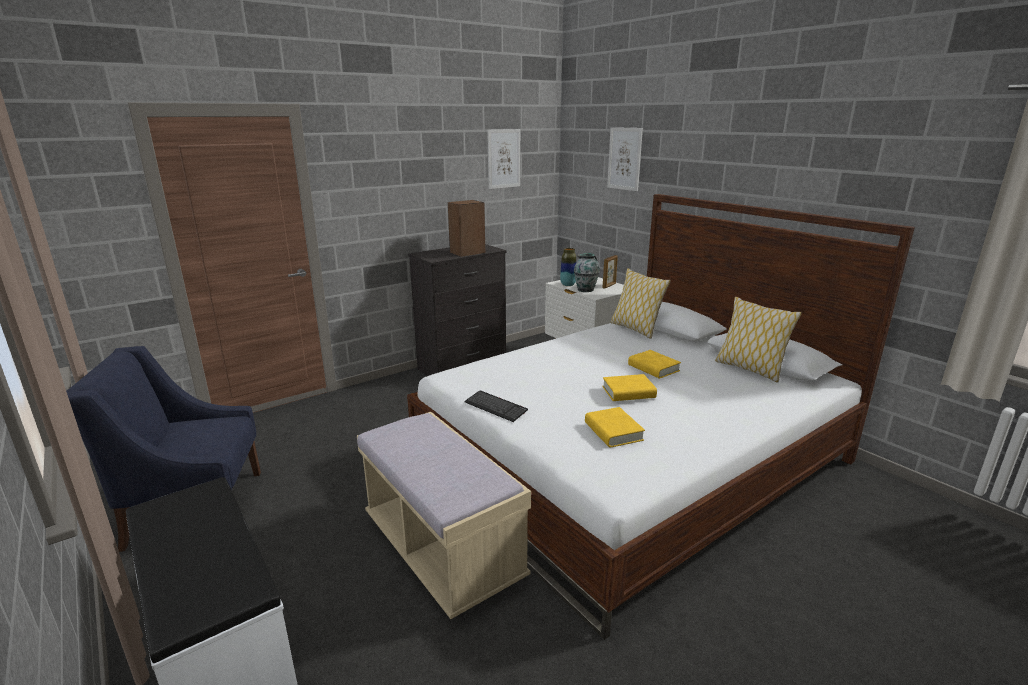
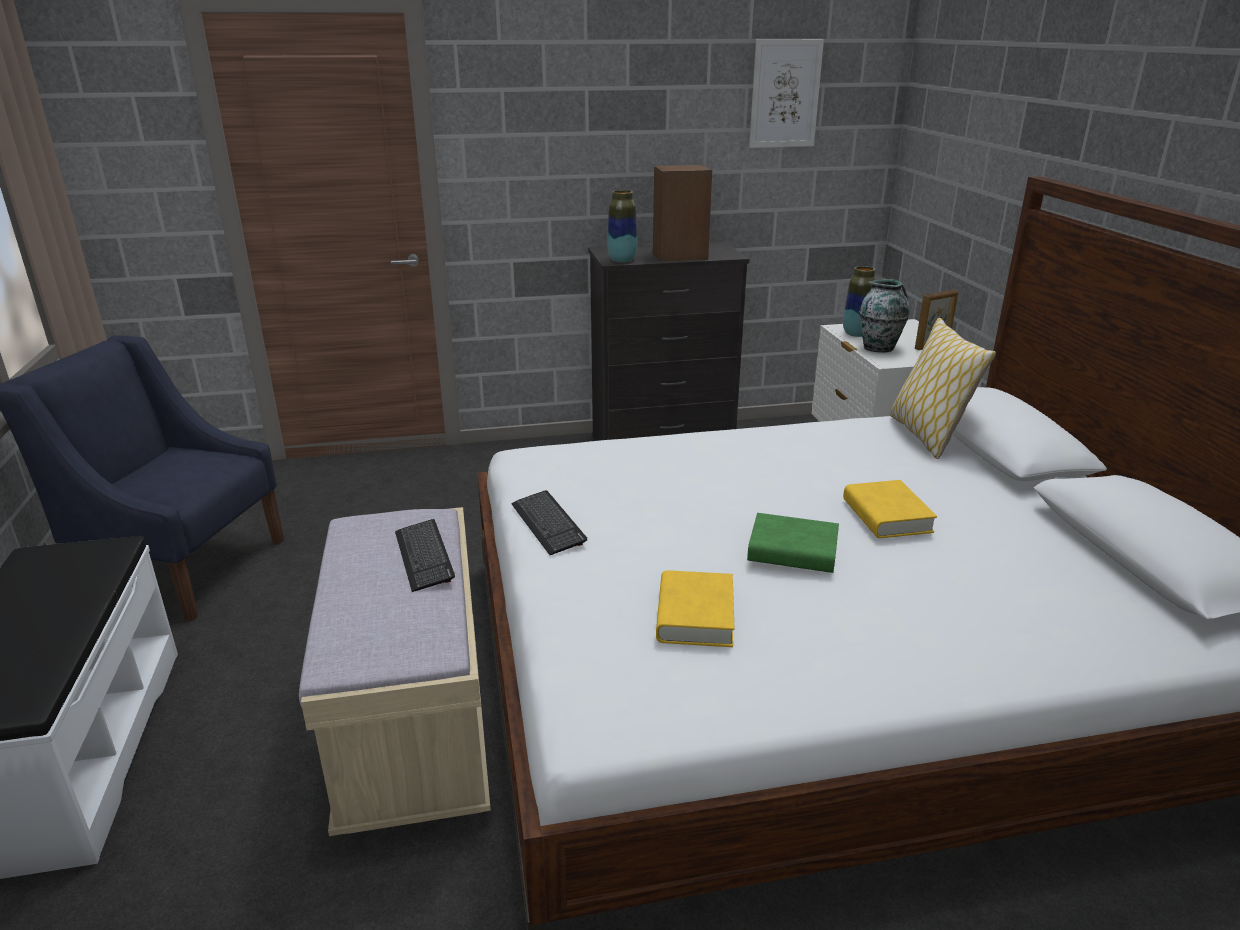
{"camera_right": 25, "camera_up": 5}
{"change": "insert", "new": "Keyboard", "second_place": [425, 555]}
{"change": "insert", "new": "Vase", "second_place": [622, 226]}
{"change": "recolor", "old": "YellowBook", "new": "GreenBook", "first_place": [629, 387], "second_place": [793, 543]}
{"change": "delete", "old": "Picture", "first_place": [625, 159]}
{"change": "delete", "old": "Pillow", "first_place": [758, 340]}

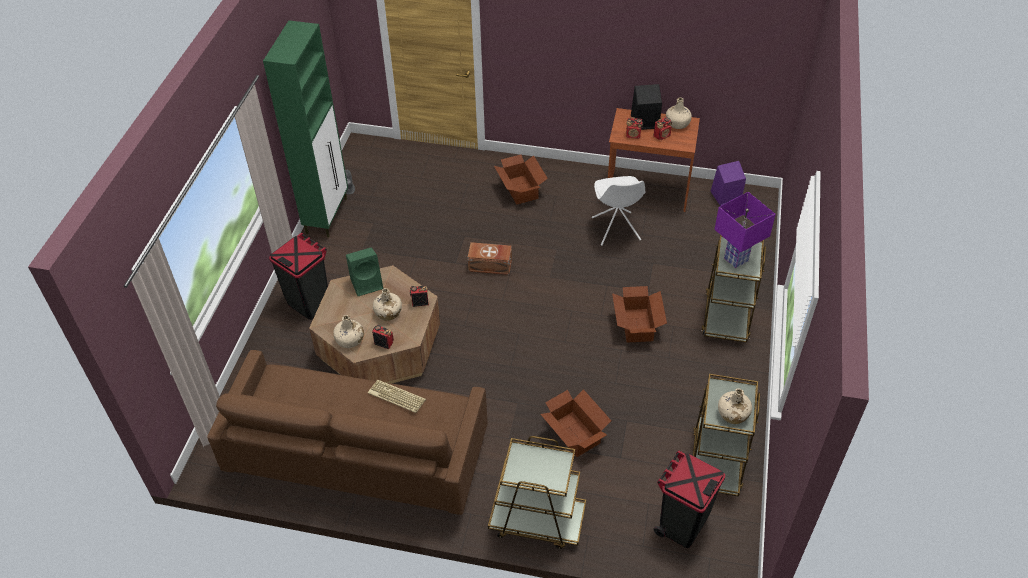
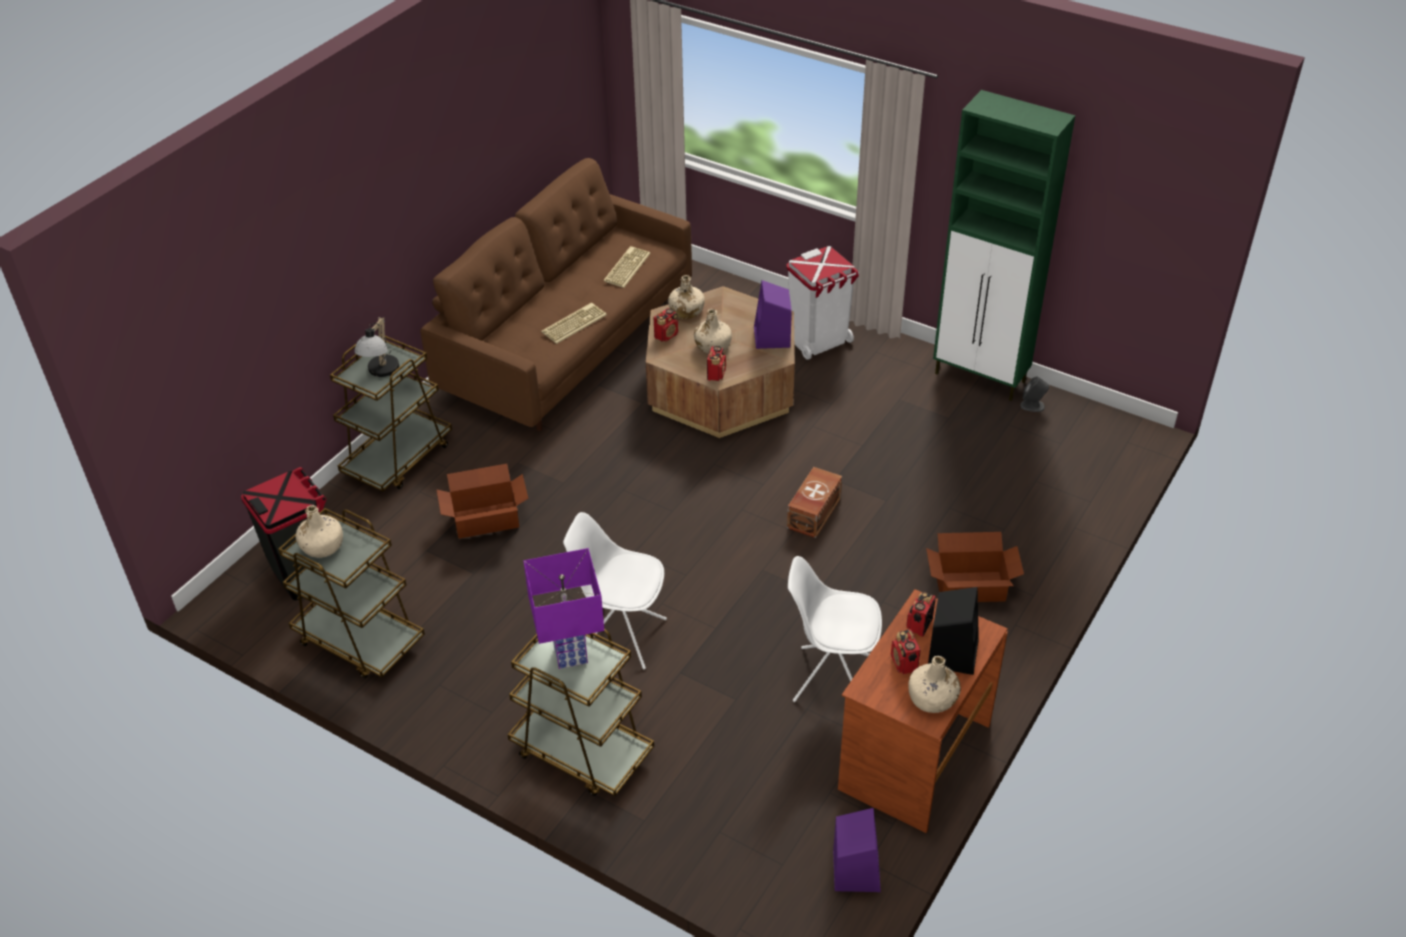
{"camera_right": 110, "camera_up": -5}
{"change": "insert", "new": "TableLamp", "second_place": [377, 347]}
{"change": "replace", "old": "CardboardBox", "new": "WhiteChair", "first_place": [639, 314], "second_place": [615, 591]}
{"change": "insert", "new": "Keyboard", "second_place": [626, 267]}
{"change": "recolor", "old": "GreenSpeaker", "new": "PurpleSpeaker", "first_place": [364, 271], "second_place": [773, 314]}
{"change": "recolor", "old": "BlackTrashCan", "new": "WhiteTrashCan", "first_place": [298, 276], "second_place": [822, 303]}

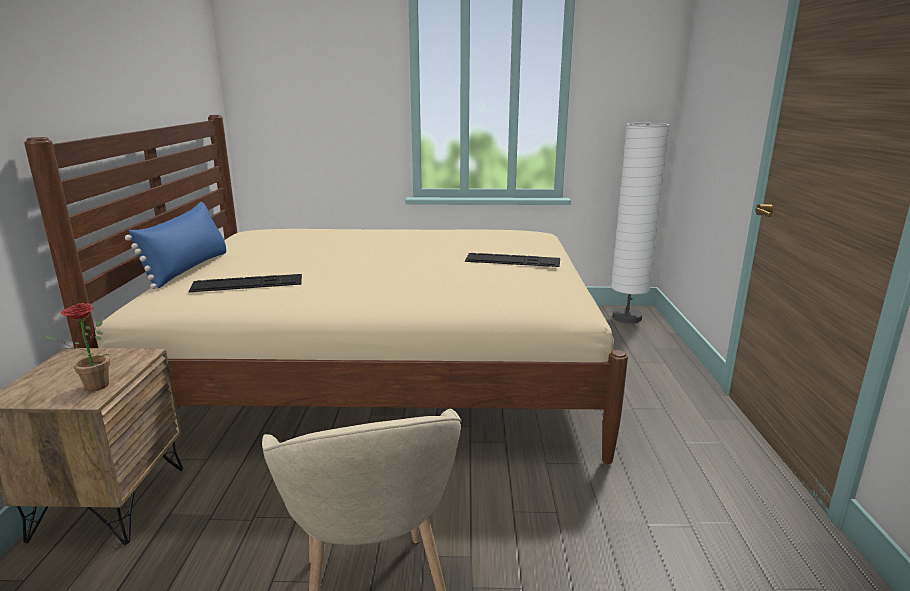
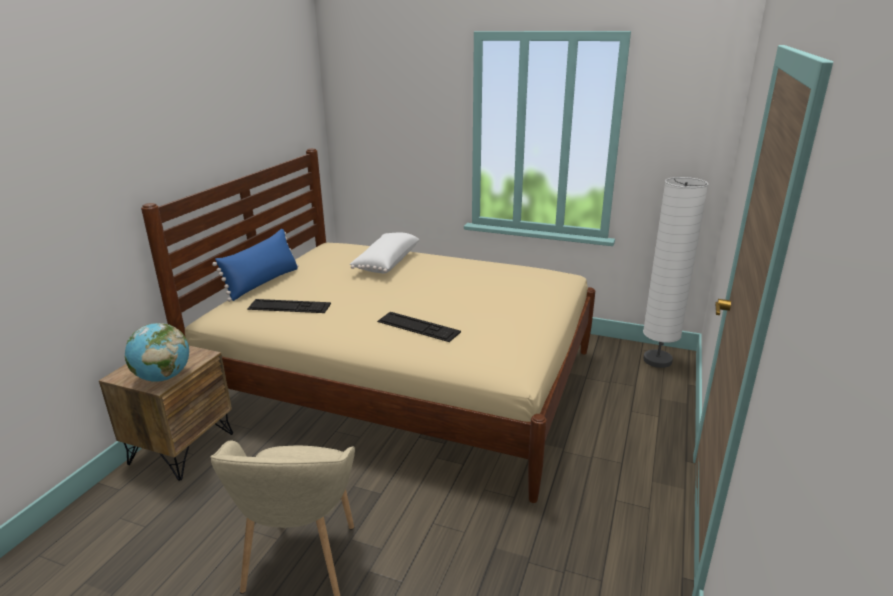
{"camera_right": 20, "camera_up": 5}
{"change": "replace", "old": "PottedPlant", "new": "Globe", "first_place": [76, 347], "second_place": [157, 352]}
{"change": "insert", "new": "WhitePillow", "second_place": [384, 253]}
{"change": "move", "old": "Keyboard", "first_place": [512, 260], "second_place": [419, 327]}

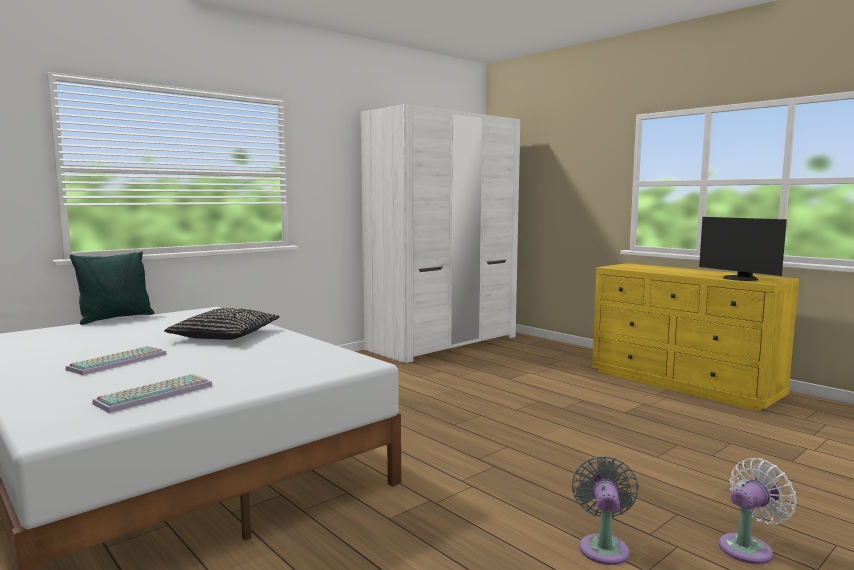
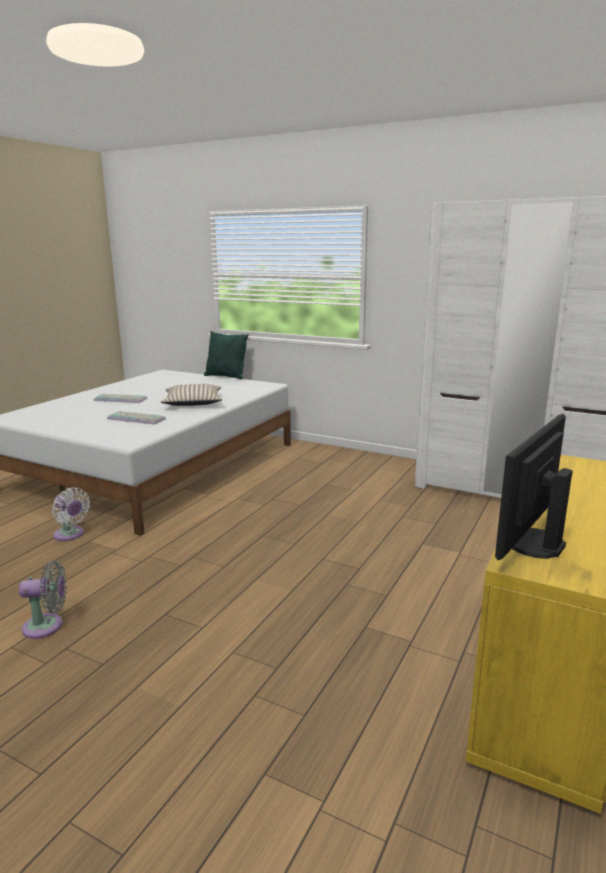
{"camera_right": 70, "camera_up": 10}
{"change": "move", "old": "WhiteFan", "first_place": [758, 511], "second_place": [71, 514]}
{"change": "move", "old": "Keyboard", "first_place": [152, 393], "second_place": [136, 418]}
{"change": "recolor", "old": "BlackPillow", "new": "BeigePillow", "first_place": [222, 324], "second_place": [191, 395]}

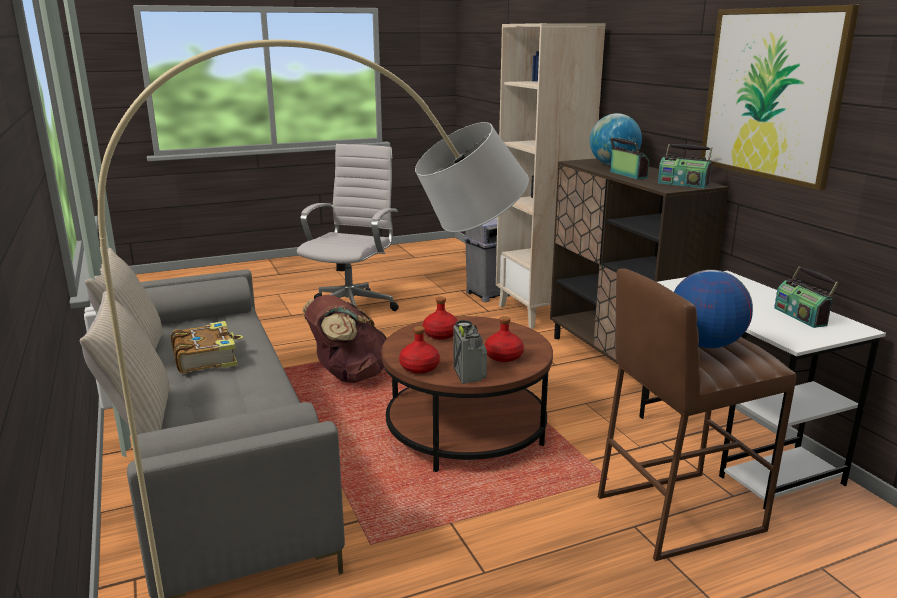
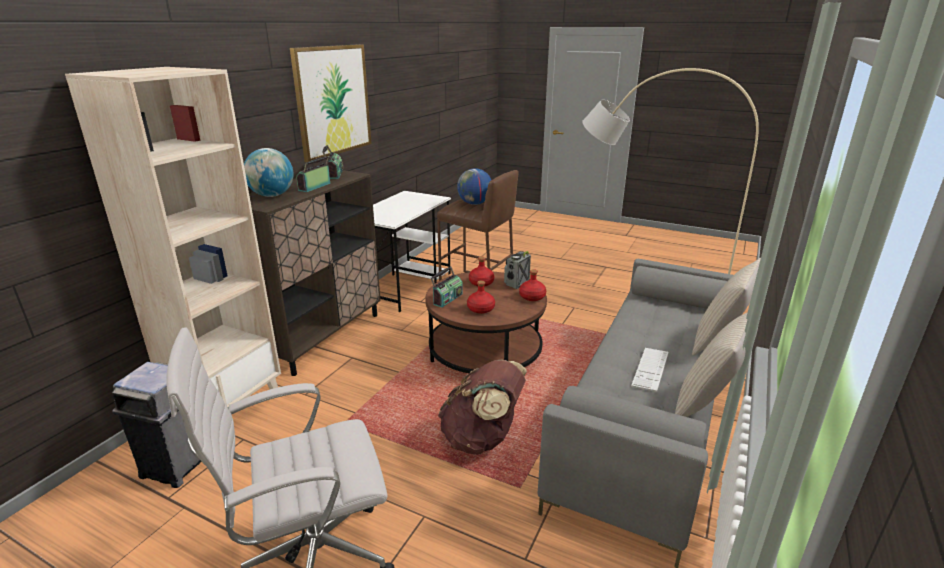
{"camera_right": -130, "camera_up": 5}
{"change": "move", "old": "Radio", "first_place": [806, 297], "second_place": [447, 286]}
{"change": "replace", "old": "Book", "new": "Keyboard", "first_place": [207, 347], "second_place": [650, 370]}

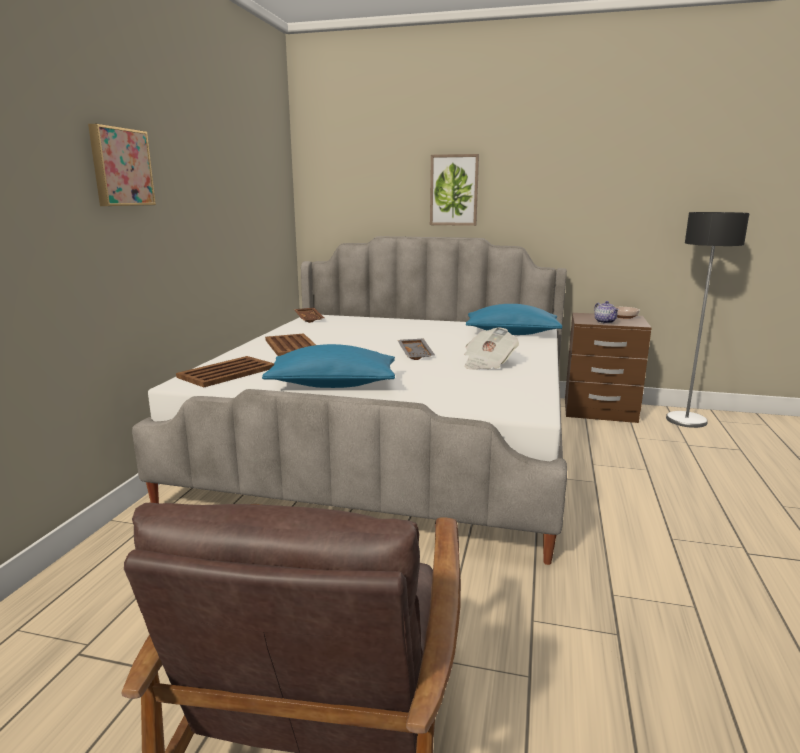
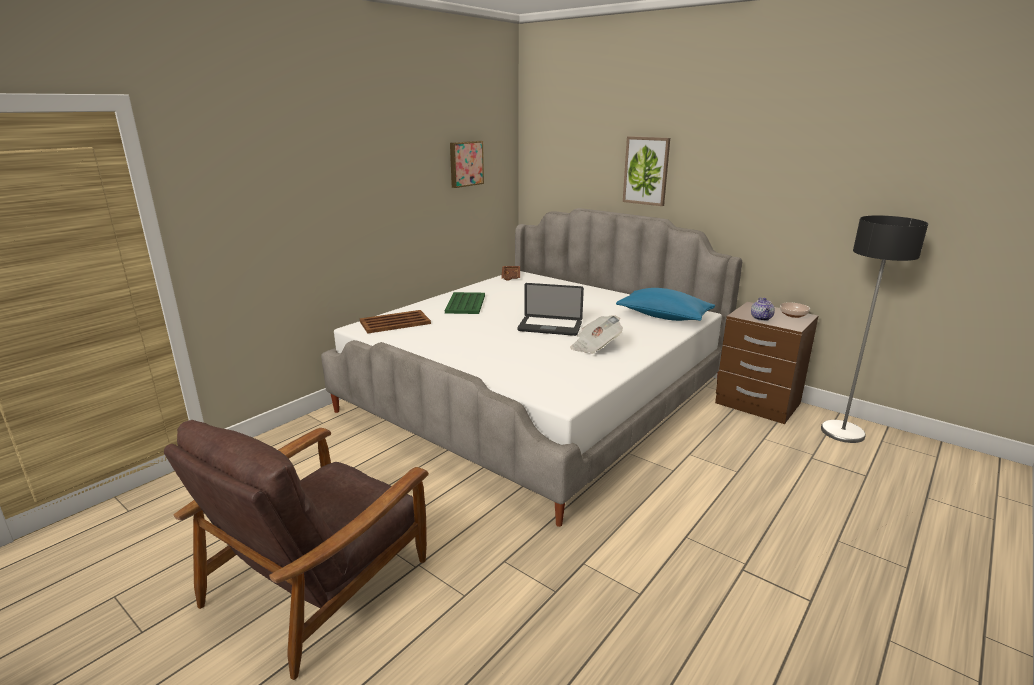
{"camera_right": 25, "camera_up": 5}
{"change": "recolor", "old": "BrownTray", "new": "GreenTray", "first_place": [290, 344], "second_place": [465, 303]}
{"change": "move", "old": "Picture", "first_place": [122, 165], "second_place": [467, 164]}
{"change": "replace", "old": "GreyTray", "new": "Laptop", "first_place": [416, 349], "second_place": [550, 309]}
{"change": "delete", "old": "BluePillow", "first_place": [328, 366]}

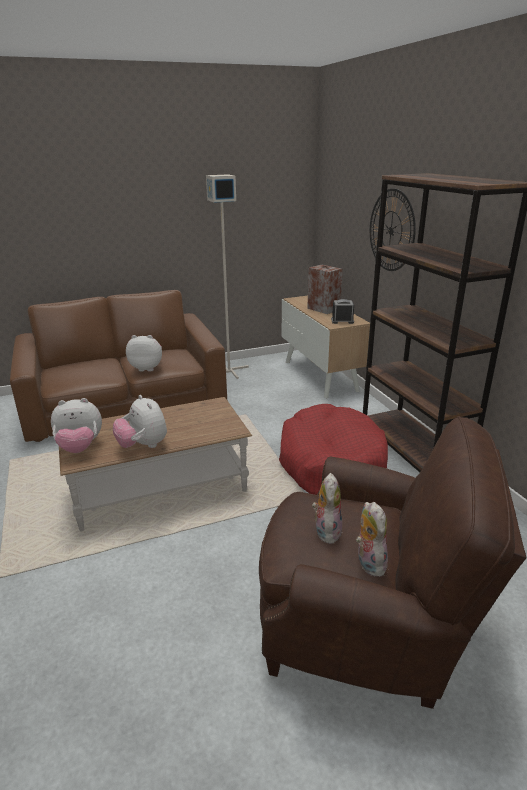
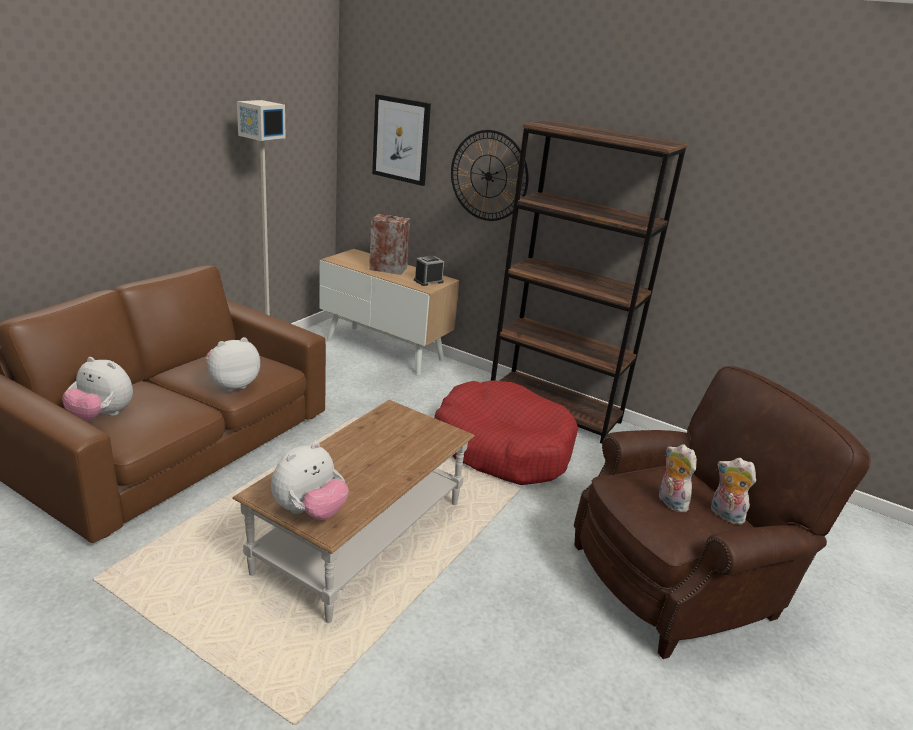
{"camera_right": -40, "camera_up": 0}
{"change": "move", "old": "PlushToy", "first_place": [140, 421], "second_place": [97, 389]}
{"change": "insert", "new": "Picture", "second_place": [401, 140]}

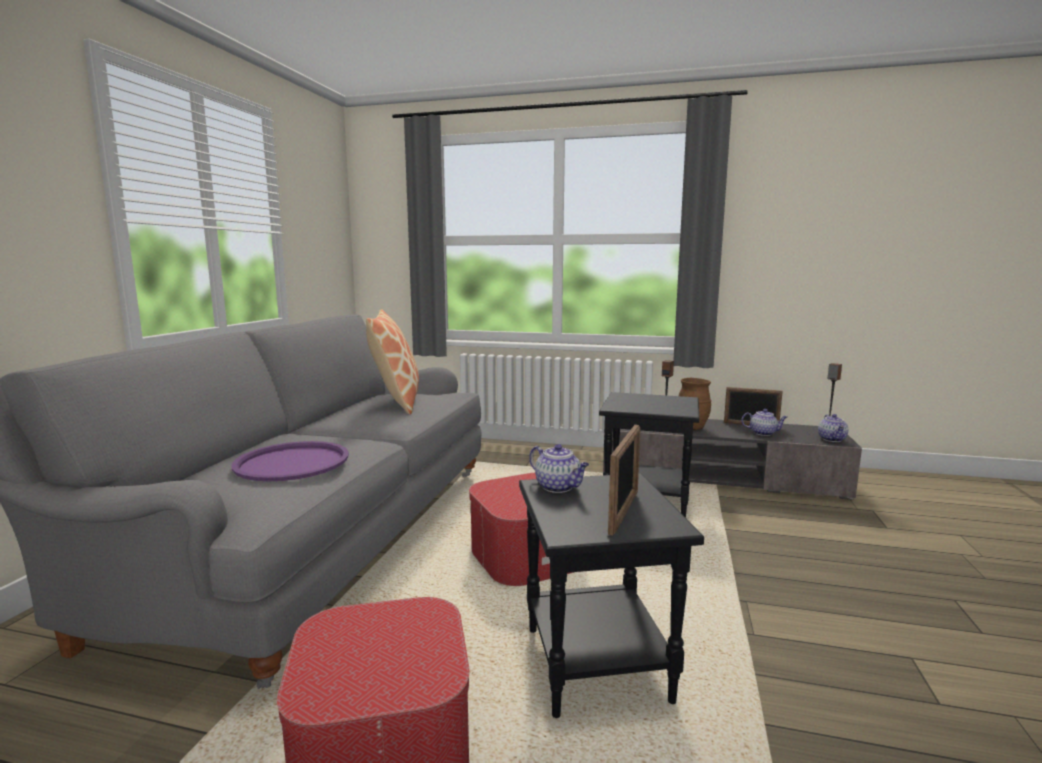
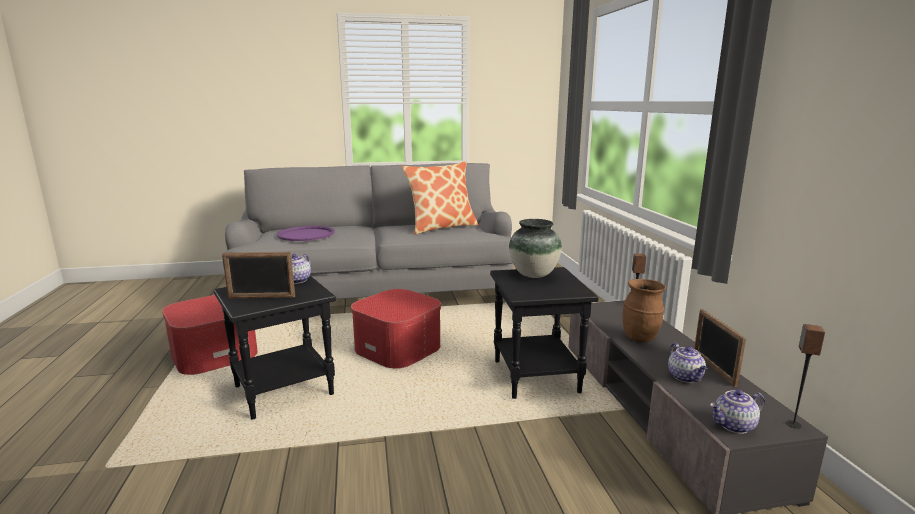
{"camera_right": 65, "camera_up": 5}
{"change": "insert", "new": "Vase", "second_place": [535, 248]}

